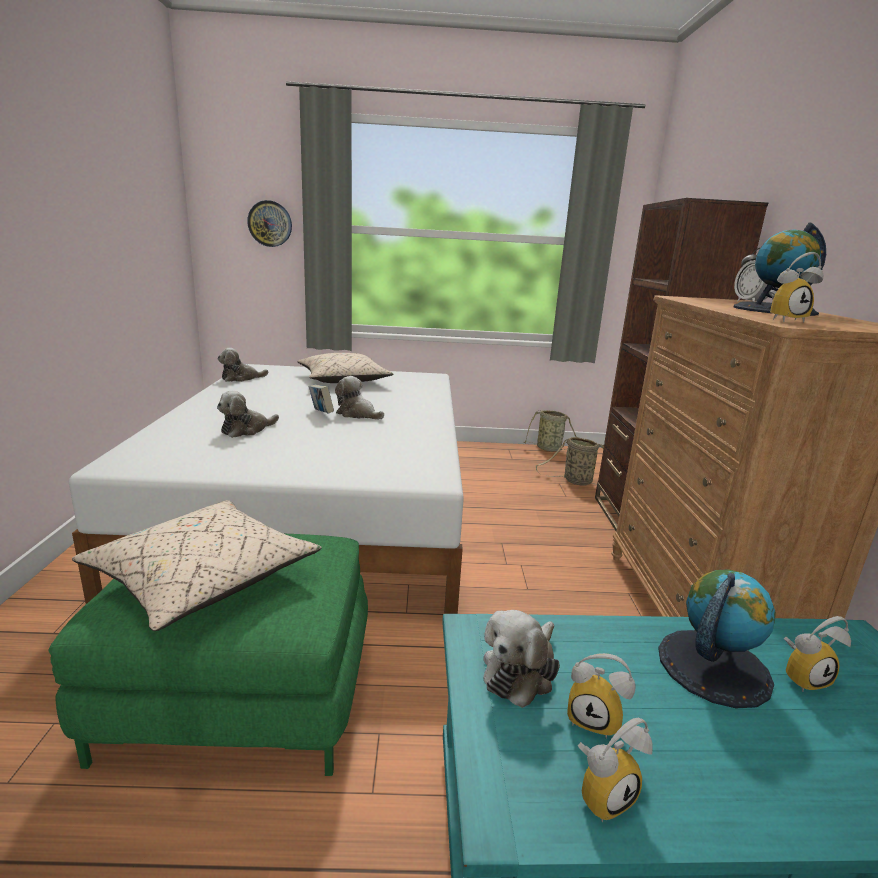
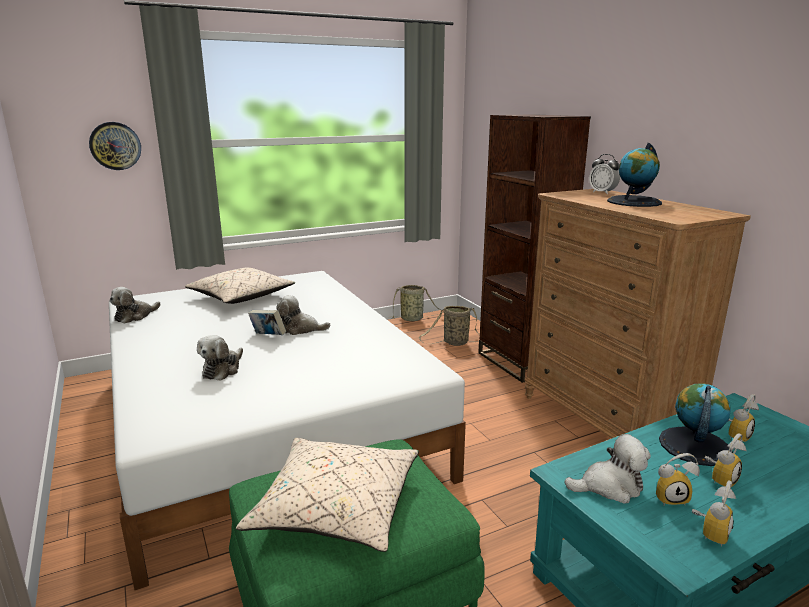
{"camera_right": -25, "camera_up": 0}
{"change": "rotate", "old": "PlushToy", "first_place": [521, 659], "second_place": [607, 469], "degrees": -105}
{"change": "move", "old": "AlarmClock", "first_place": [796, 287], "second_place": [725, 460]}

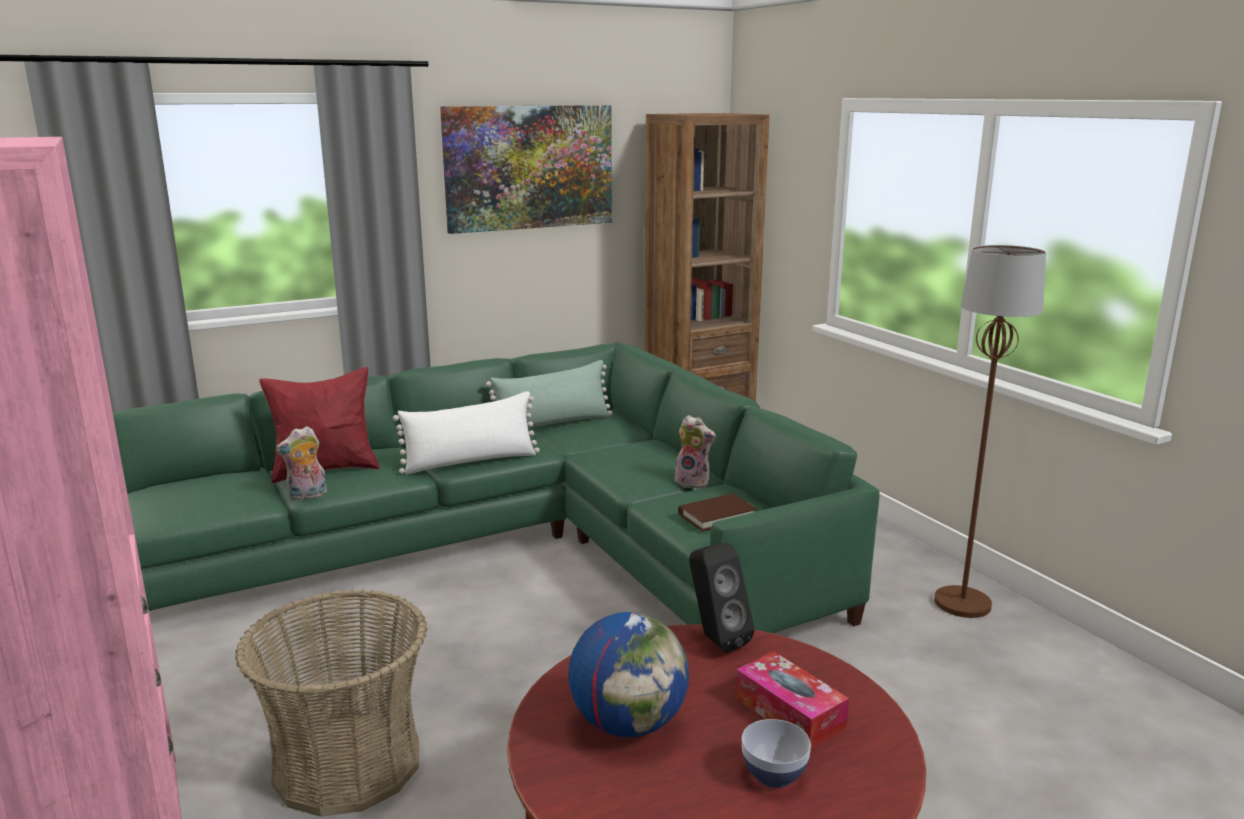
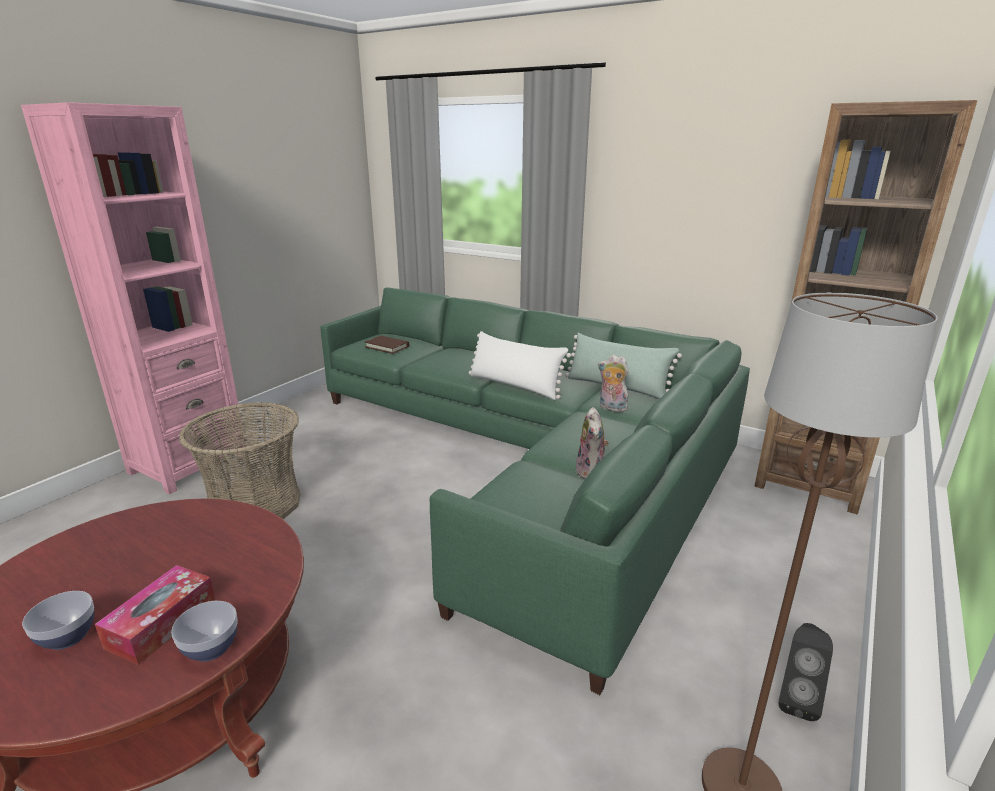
{"camera_right": 60, "camera_up": 5}
{"change": "insert", "new": "Bowl", "second_place": [204, 631]}
{"change": "move", "old": "BrownBook", "first_place": [717, 512], "second_place": [387, 345]}
{"change": "move", "old": "PlushToy", "first_place": [301, 463], "second_place": [613, 383]}
{"change": "move", "old": "BlackSpeaker", "first_place": [722, 598], "second_place": [805, 672]}
{"change": "delete", "old": "RedPillow", "first_place": [319, 425]}
{"change": "delete", "old": "Picture", "first_place": [526, 169]}
{"change": "delete", "old": "Globe", "first_place": [628, 674]}

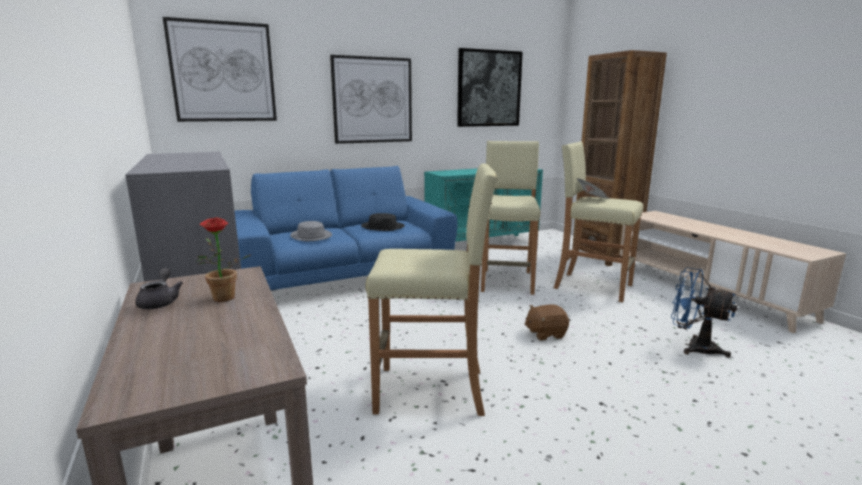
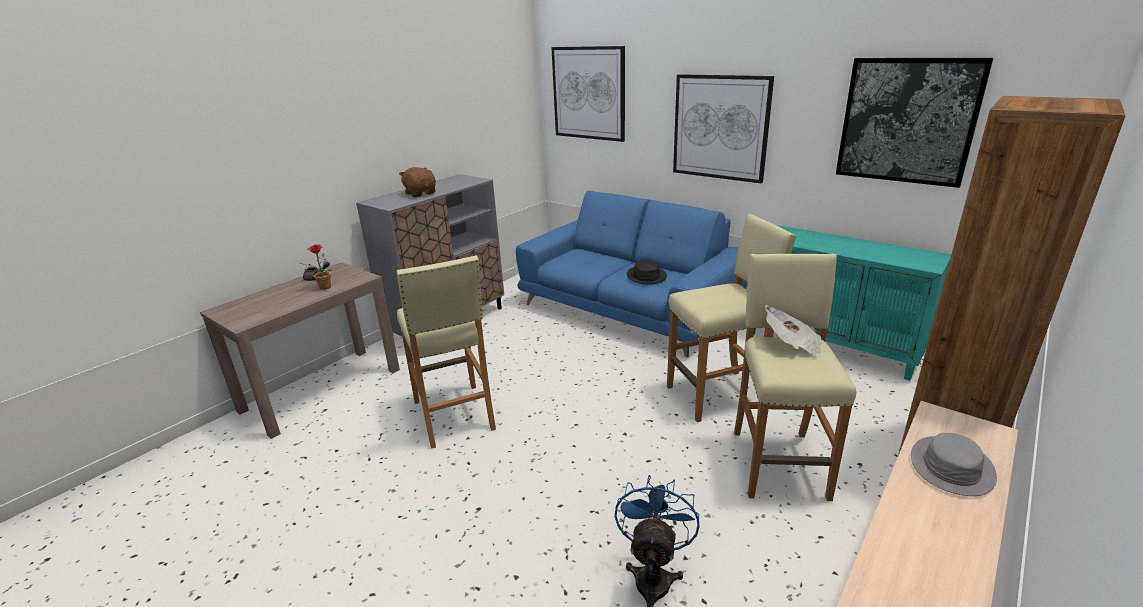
{"camera_right": 65, "camera_up": 10}
{"change": "move", "old": "BrownPlushToy", "first_place": [547, 322], "second_place": [417, 182]}
{"change": "move", "old": "GreyHat", "first_place": [311, 231], "second_place": [954, 464]}

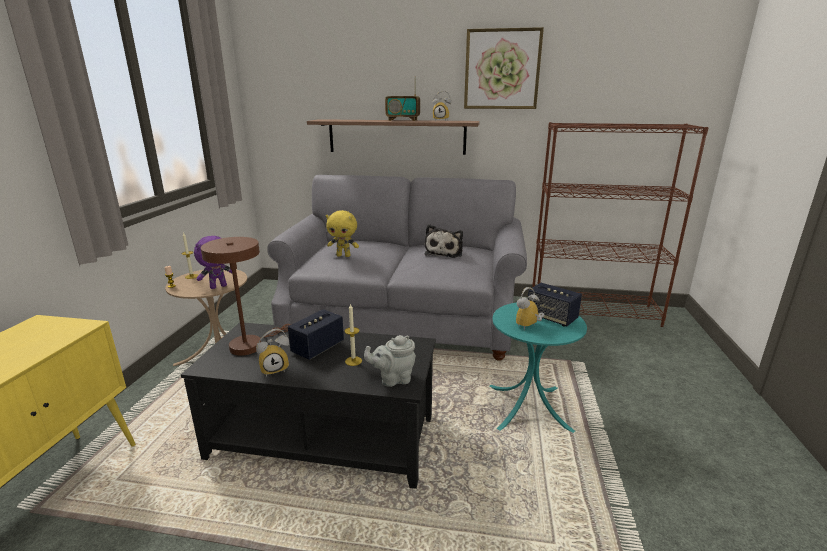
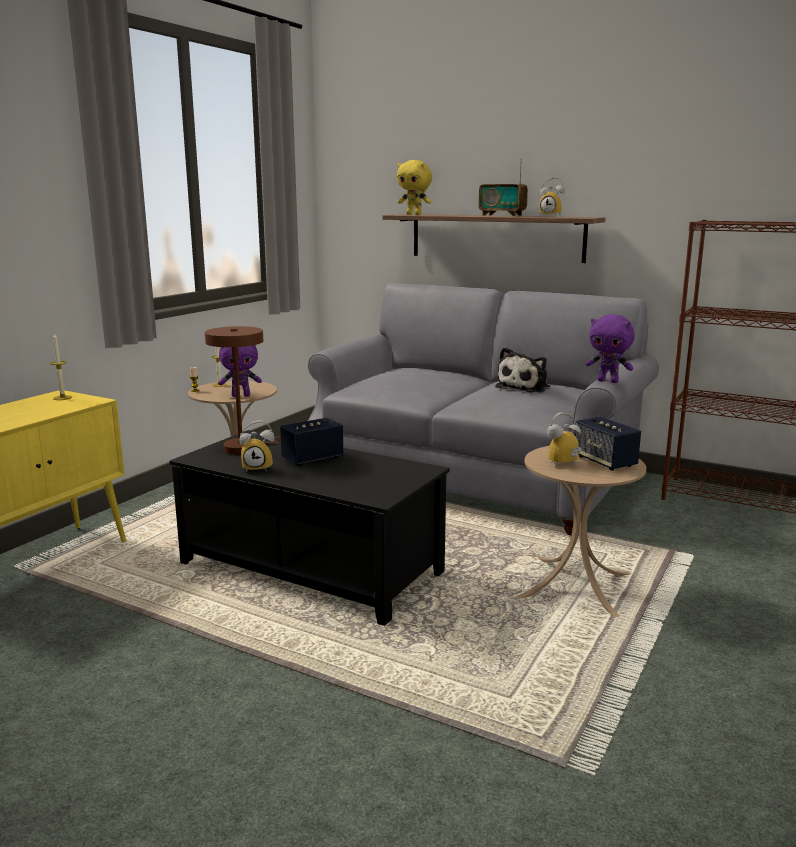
{"camera_right": 20, "camera_up": -5}
{"change": "move", "old": "Candle", "first_place": [353, 334], "second_place": [61, 366]}
{"change": "move", "old": "YellowPlushToy", "first_place": [342, 233], "second_place": [414, 187]}
{"change": "recolor", "old": "TurquoiseSideTable", "new": "BeigeSideTable", "first_place": [538, 367], "second_place": [582, 531]}
{"change": "insert", "new": "PurplePlushToy", "second_place": [610, 348]}
{"change": "delete", "old": "GreyTeapot", "first_place": [390, 361]}
{"change": "delete", "old": "Picture", "first_place": [504, 68]}

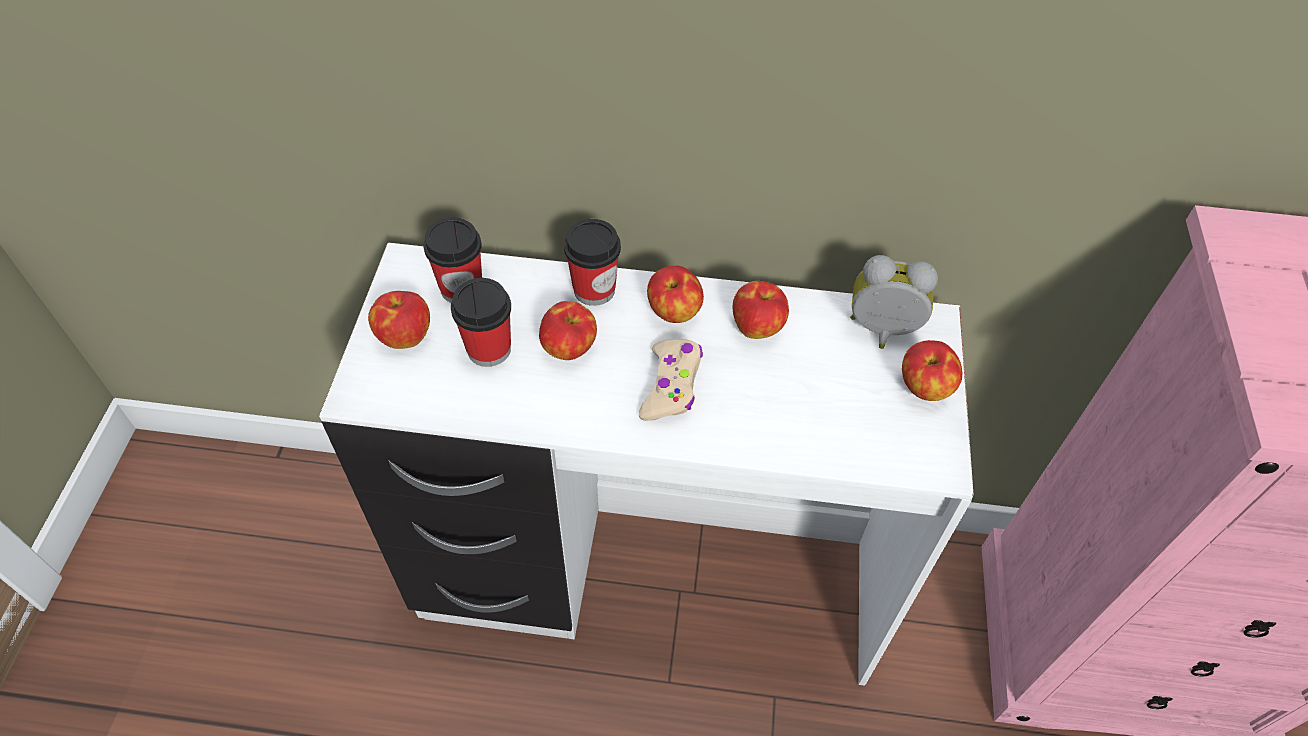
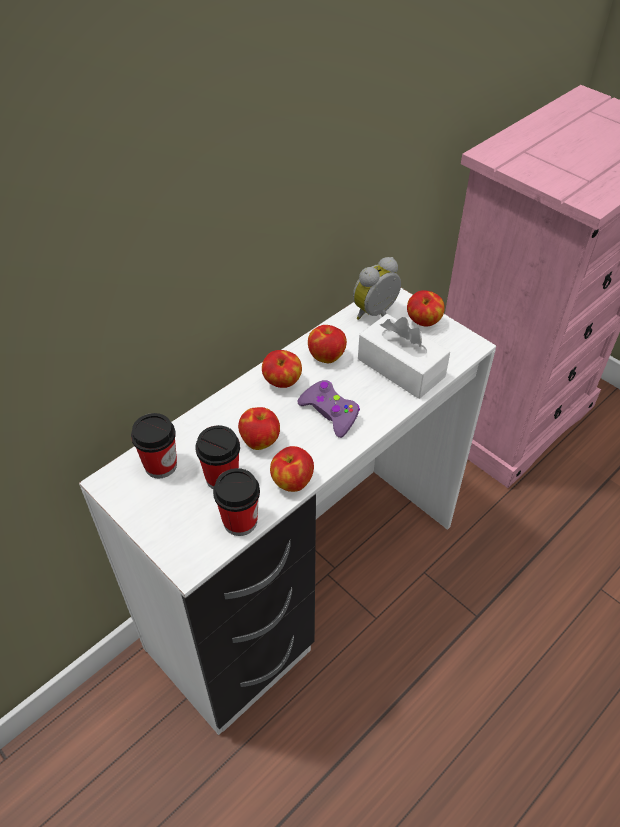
{"camera_right": -50, "camera_up": -5}
{"change": "move", "old": "Cup", "first_place": [592, 262], "second_place": [236, 502]}
{"change": "move", "old": "Apple", "first_place": [399, 320], "second_place": [292, 469]}
{"change": "recolor", "old": "BeigeGameController", "new": "PurpleGameController", "first_place": [671, 380], "second_place": [329, 409]}
{"change": "insert", "new": "WhiteTissueBox", "second_place": [404, 356]}

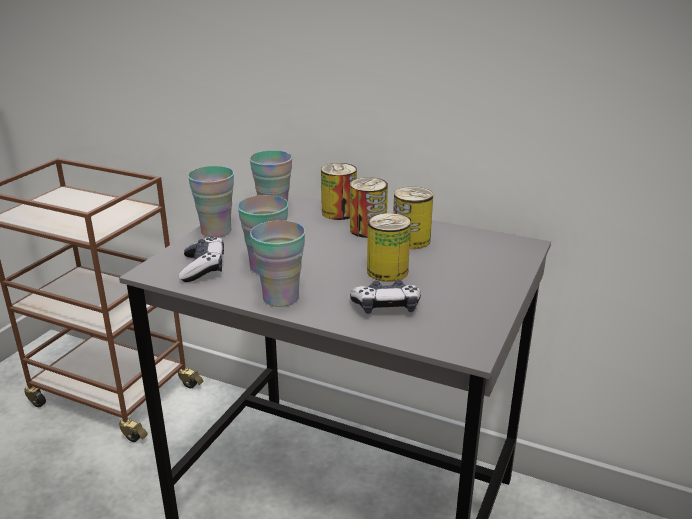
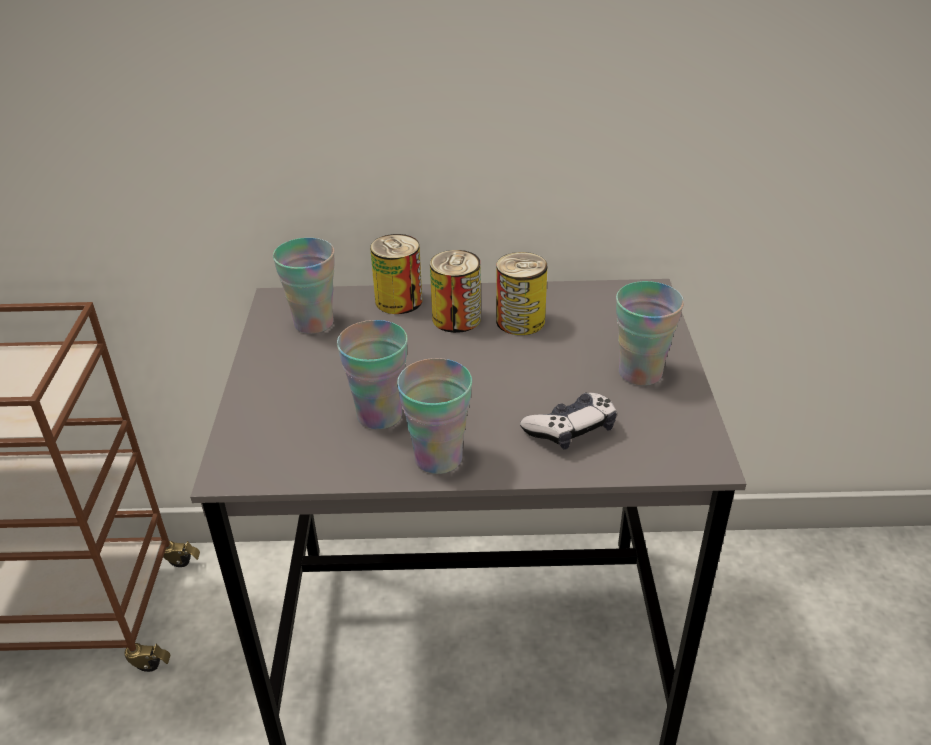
{"camera_right": -25, "camera_up": 10}
{"change": "move", "old": "Cup", "first_place": [211, 201], "second_place": [650, 333]}
{"change": "delete", "old": "GameController", "first_place": [201, 259]}
{"change": "delete", "old": "Can", "first_place": [389, 247]}

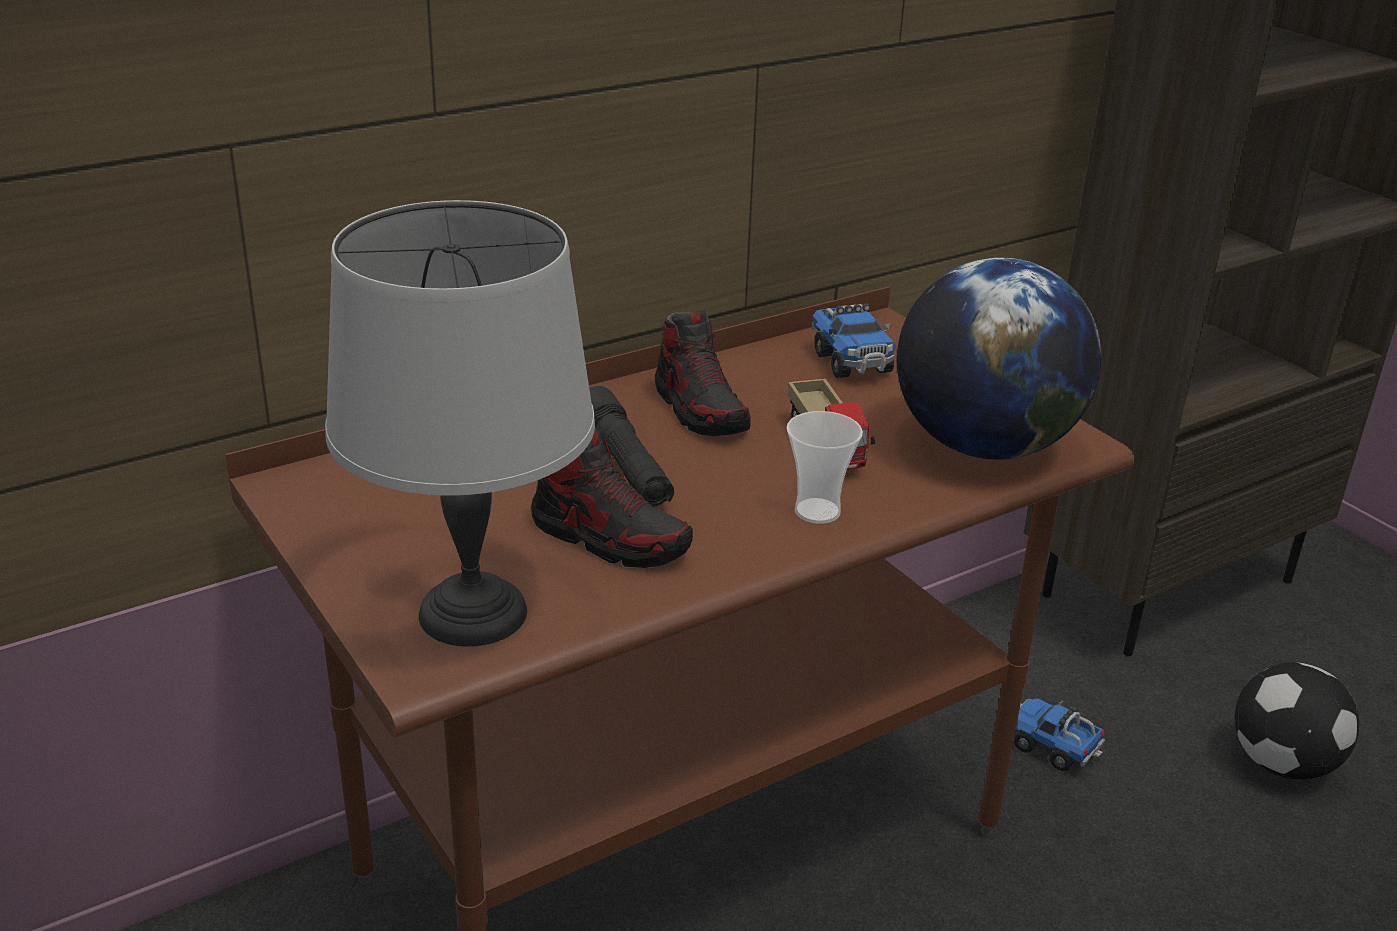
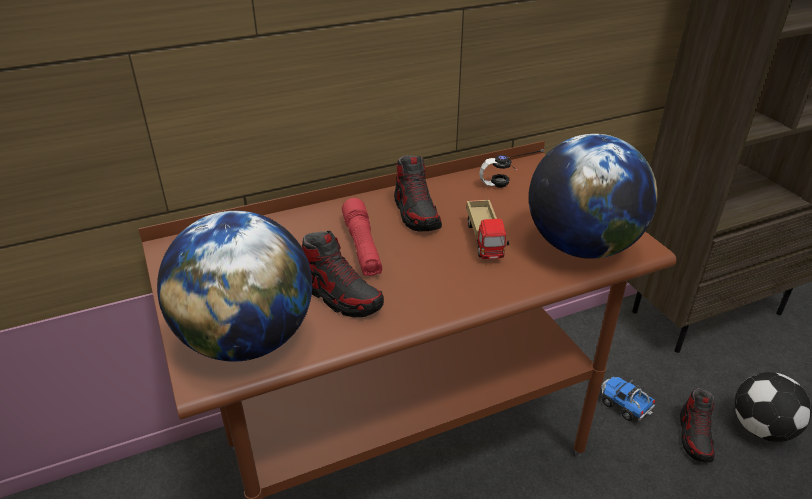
{"camera_right": 10, "camera_up": 5}
{"change": "replace", "old": "GreyTableLamp", "new": "Globe", "first_place": [460, 423], "second_place": [234, 286]}
{"change": "recolor", "old": "BlackFlashlight", "new": "RedFlashlight", "first_place": [631, 446], "second_place": [362, 237]}
{"change": "replace", "old": "ToyTruck", "new": "Headphones", "first_place": [854, 340], "second_place": [512, 168]}
{"change": "insert", "new": "Shoe", "second_place": [697, 425]}
{"change": "delete", "old": "Cup", "first_place": [824, 467]}

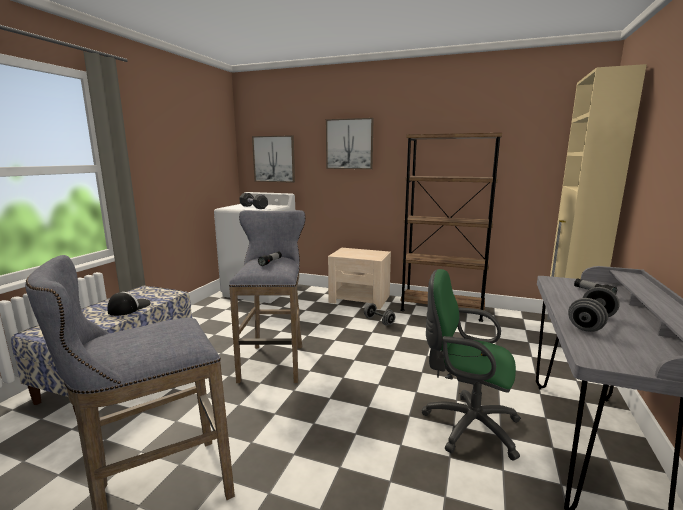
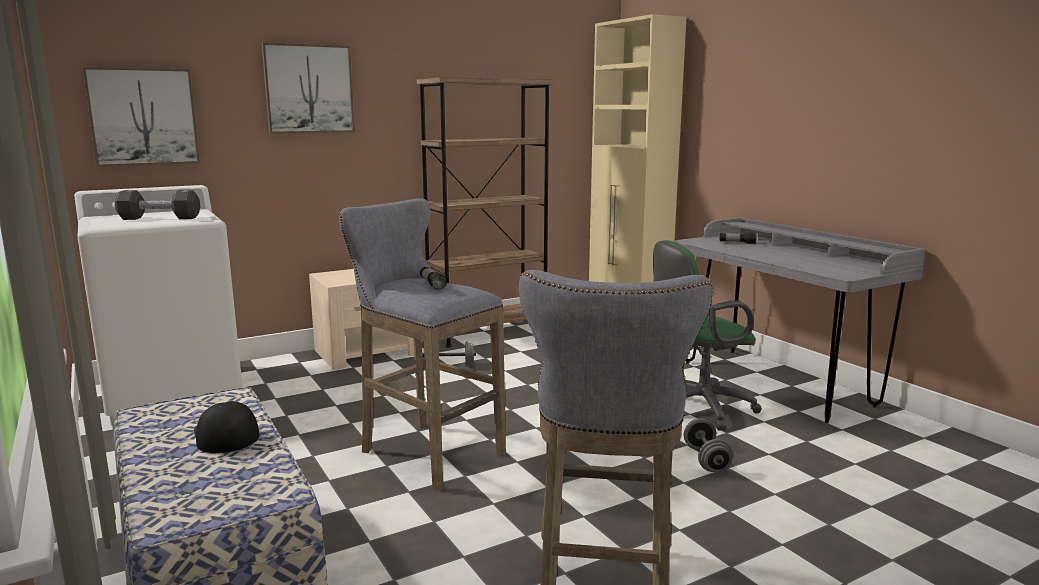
{"camera_right": -50, "camera_up": 0}
{"change": "move", "old": "GreyDumbbell", "first_place": [594, 309], "second_place": [708, 445]}

